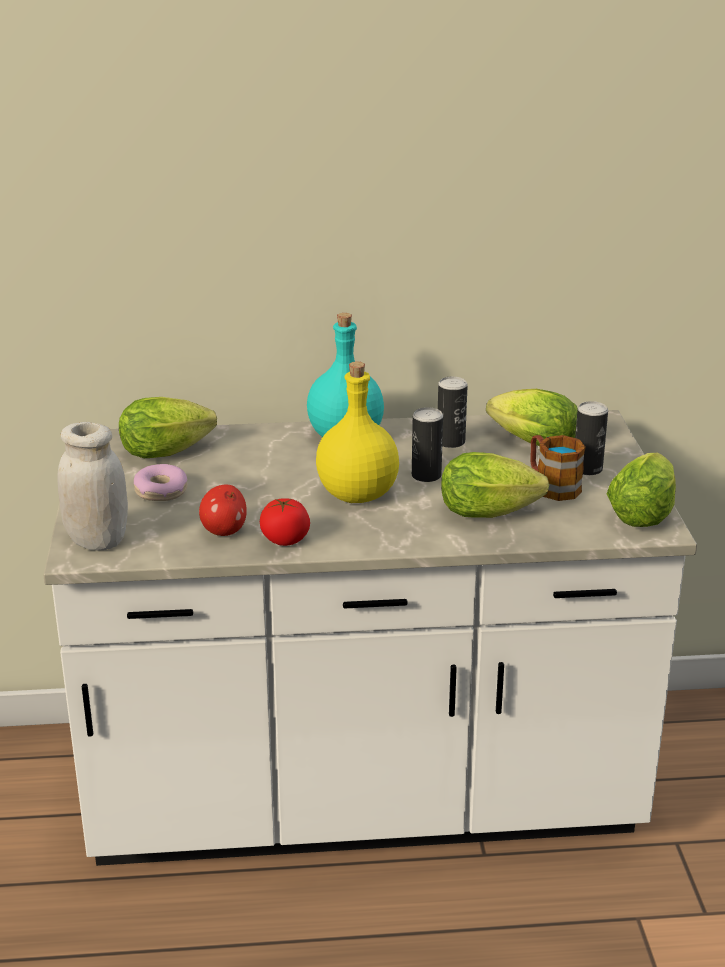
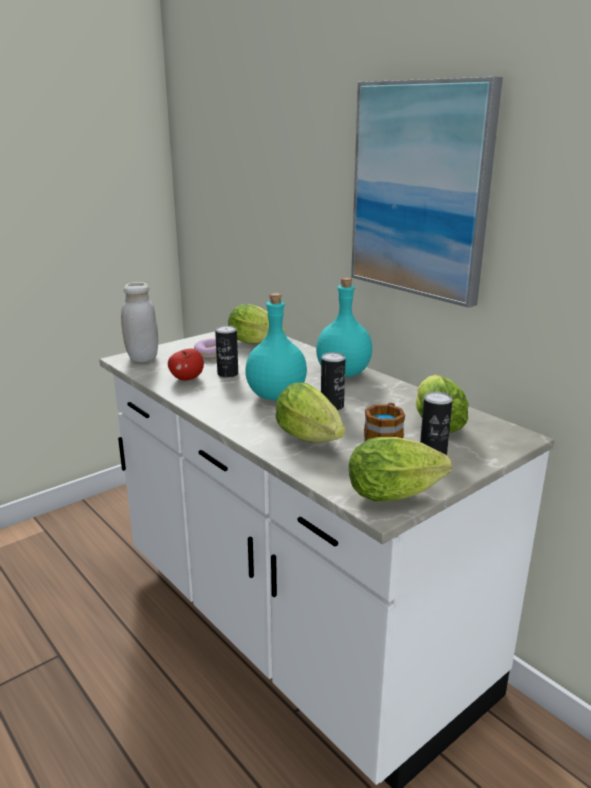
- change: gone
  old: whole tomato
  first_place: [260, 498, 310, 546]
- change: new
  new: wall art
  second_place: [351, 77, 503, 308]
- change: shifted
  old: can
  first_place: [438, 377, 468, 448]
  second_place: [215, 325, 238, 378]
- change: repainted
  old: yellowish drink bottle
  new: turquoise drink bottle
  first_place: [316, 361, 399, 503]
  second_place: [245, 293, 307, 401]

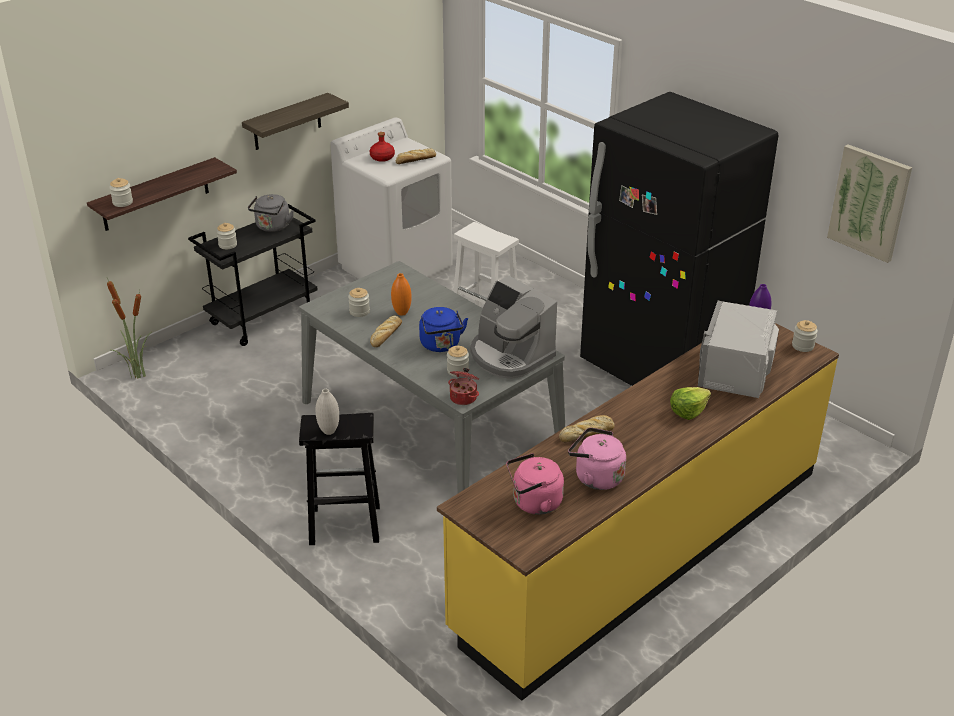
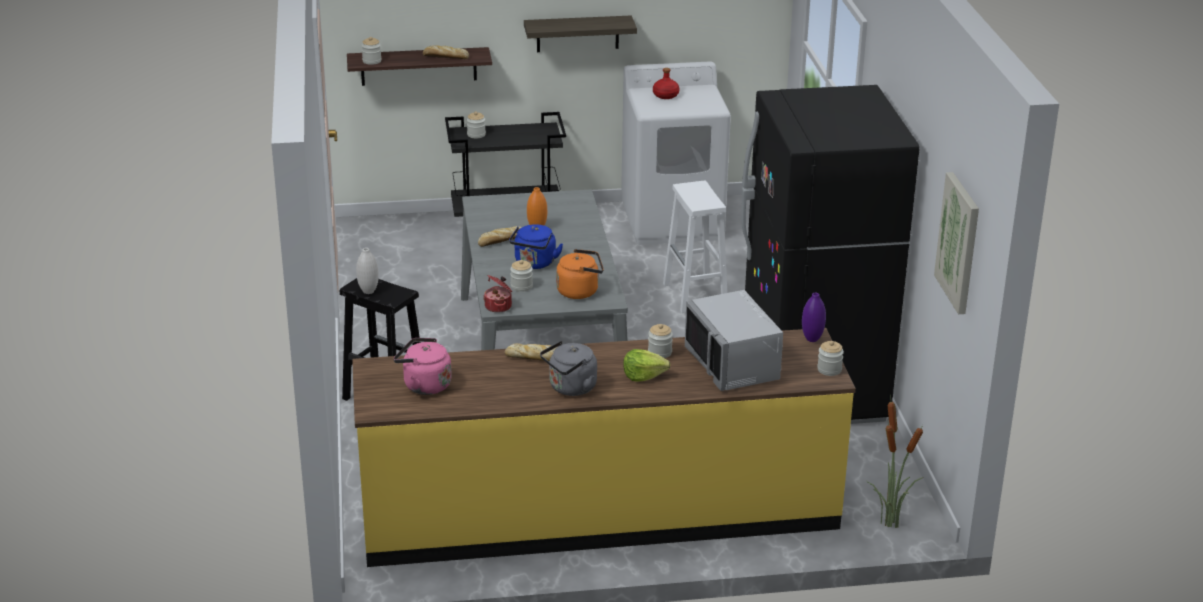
- change: gone
  old: pink water kettle
  first_place: [568, 428, 626, 490]
- change: shifted
  old: potted plant
  first_place: [107, 278, 152, 379]
  second_place: [866, 395, 924, 528]
- change: shifted
  old: gray water kettle
  first_place: [248, 194, 294, 232]
  second_place: [540, 341, 597, 396]
- change: shifted
  old: storage jar
  first_place: [348, 288, 370, 317]
  second_place: [648, 324, 673, 358]
- change: shifted
  old: baked bread
  first_place: [396, 148, 436, 164]
  second_place: [423, 45, 469, 59]
- change: swapped
  old: coffee brewer
  new: orangey water kettle
  first_place: [470, 276, 557, 379]
  second_place: [556, 249, 604, 299]
- change: rotated
  old: gray kitchen microwave
  first_place: [698, 301, 779, 398]
  second_place: [685, 290, 783, 391]
  degrees: -75

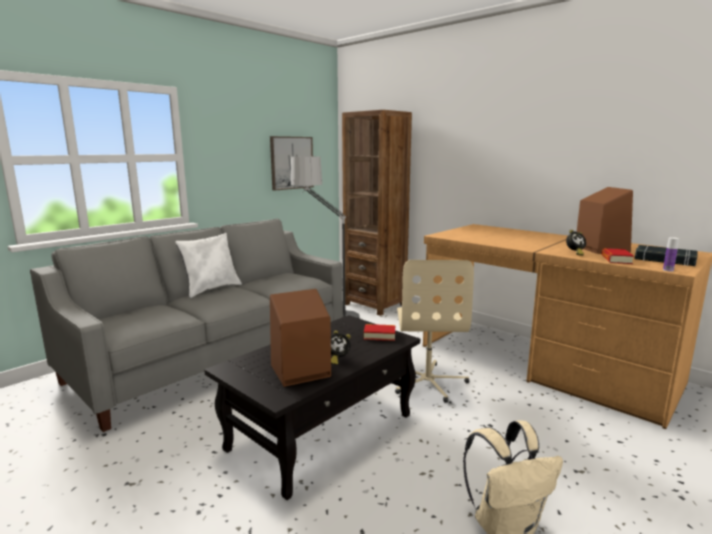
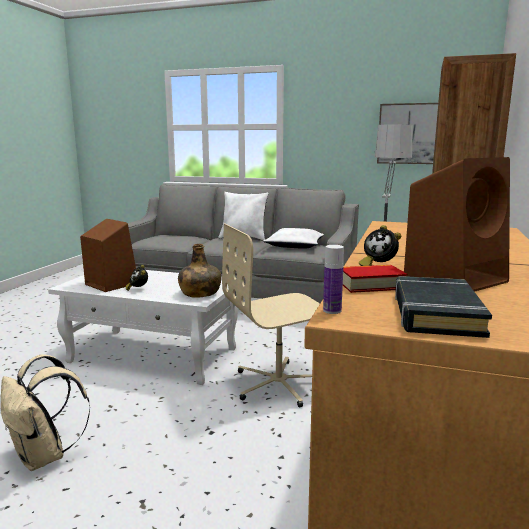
- change: new
  new: whitish pillow
  second_place: [263, 228, 324, 249]
- change: swapped
  old: bound book
  new: greenish drink bottle
  first_place: [364, 324, 395, 341]
  second_place: [178, 244, 222, 298]
- change: repainted
  old: black lounge table
  new: whitish lounge table
  first_place: [204, 315, 420, 500]
  second_place: [48, 270, 238, 385]

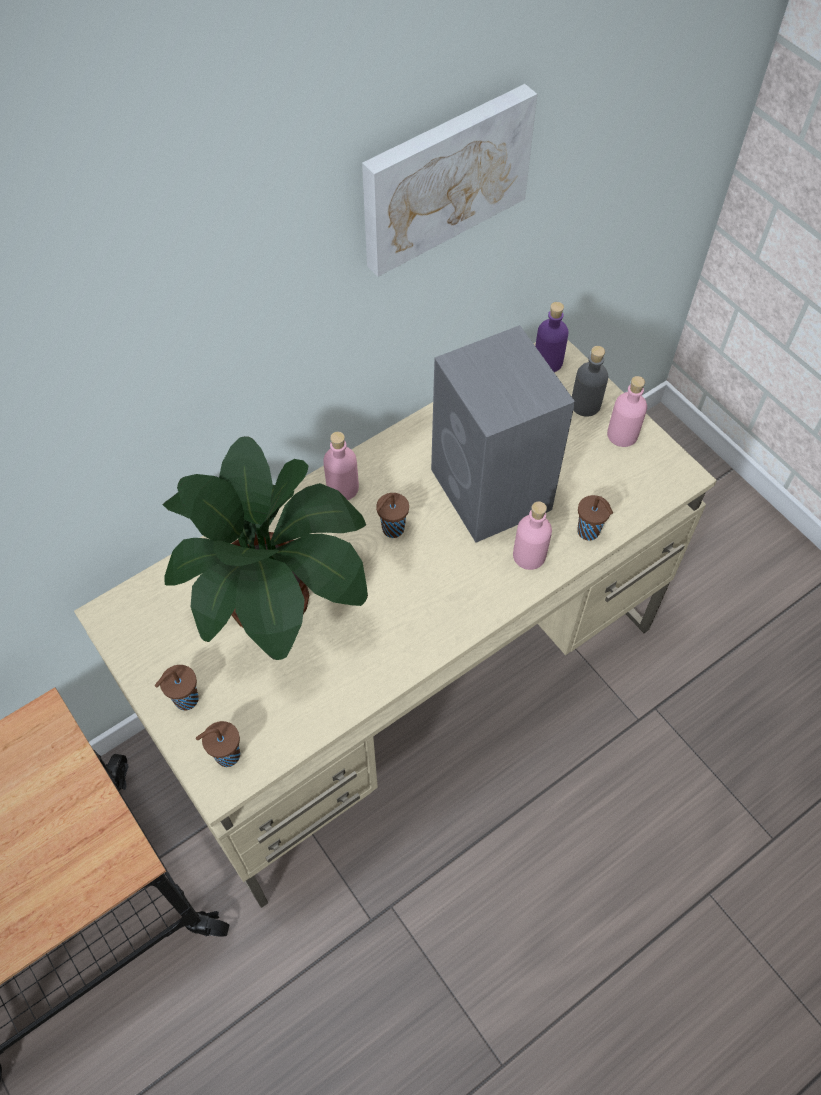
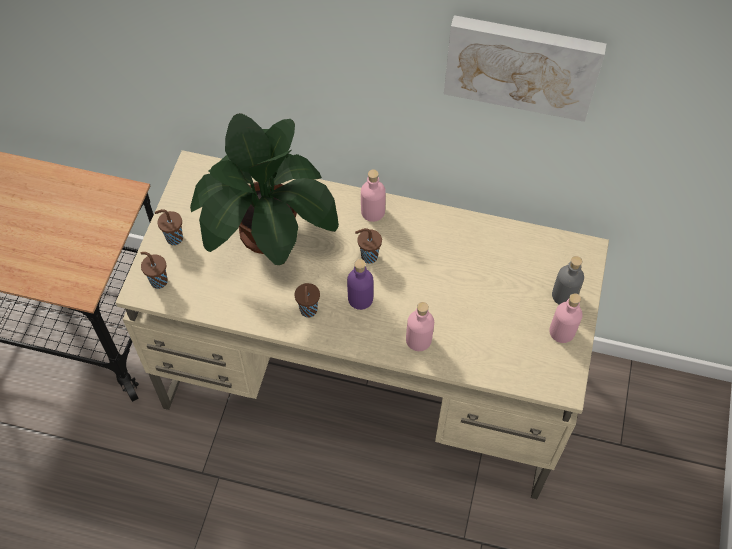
- change: gone
  old: gray loudspeaker
  first_place: [431, 325, 575, 543]
- change: shifted
  old: purplish drink bottle
  first_place: [535, 302, 569, 372]
  second_place: [347, 259, 373, 310]
- change: shifted
  old: brownish drinking cup
  first_place: [577, 495, 613, 541]
  second_place: [295, 283, 320, 317]

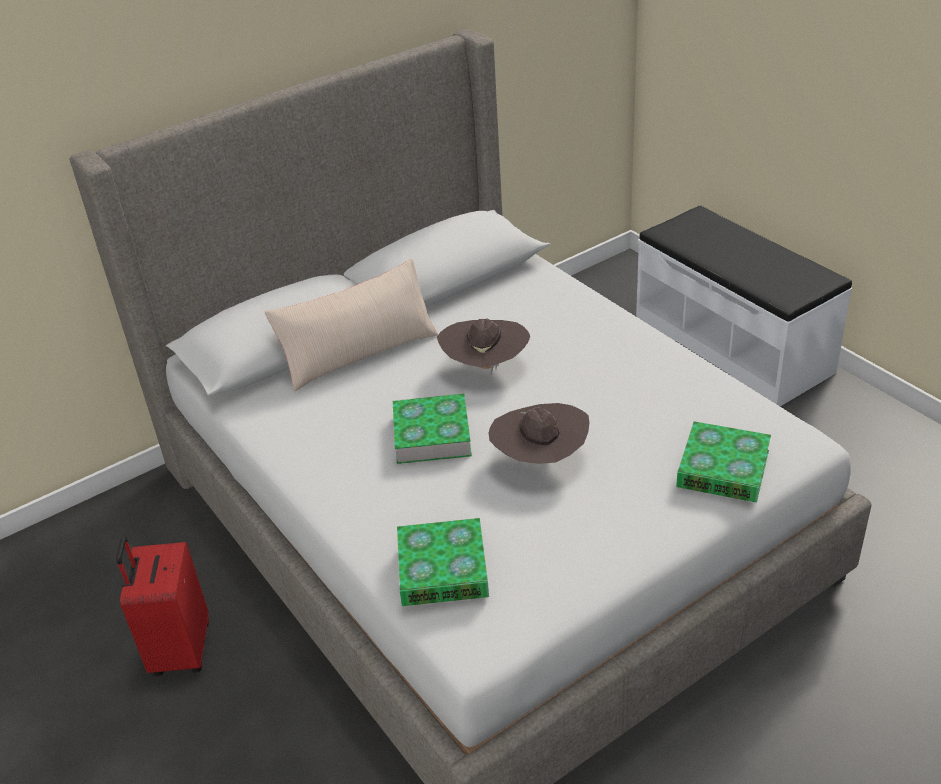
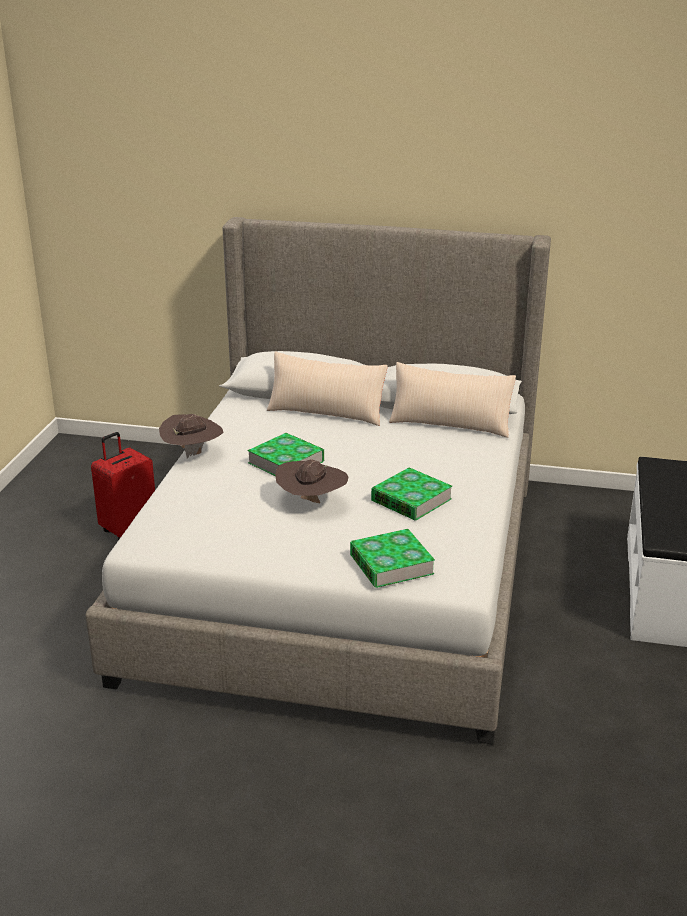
- change: new
  new: beige-coloured pillow
  second_place: [389, 362, 516, 438]
- change: shifted
  old: bound book
  first_place: [397, 518, 489, 606]
  second_place: [371, 467, 452, 521]
- change: shifted
  old: brownish clothing hat
  first_place: [437, 319, 530, 375]
  second_place: [159, 414, 223, 458]

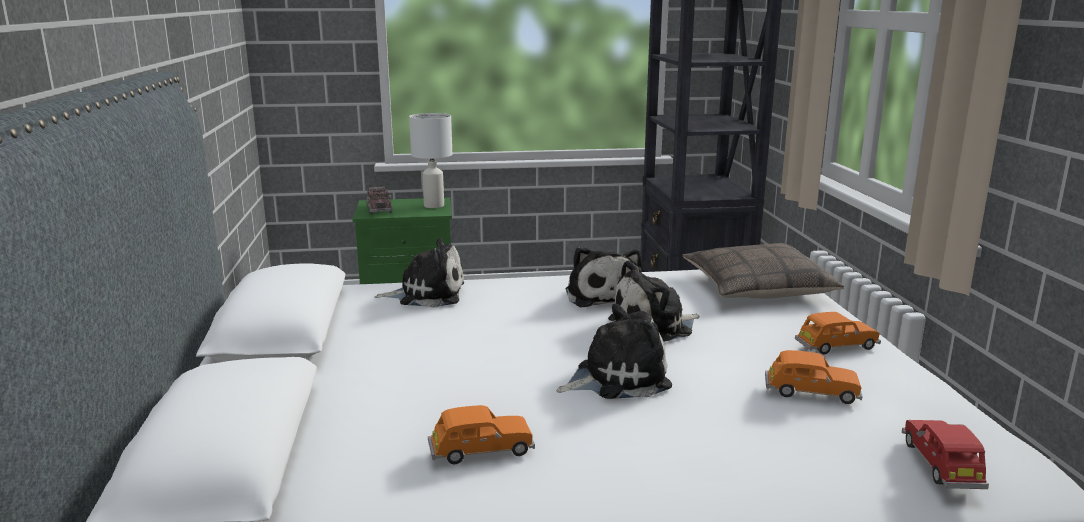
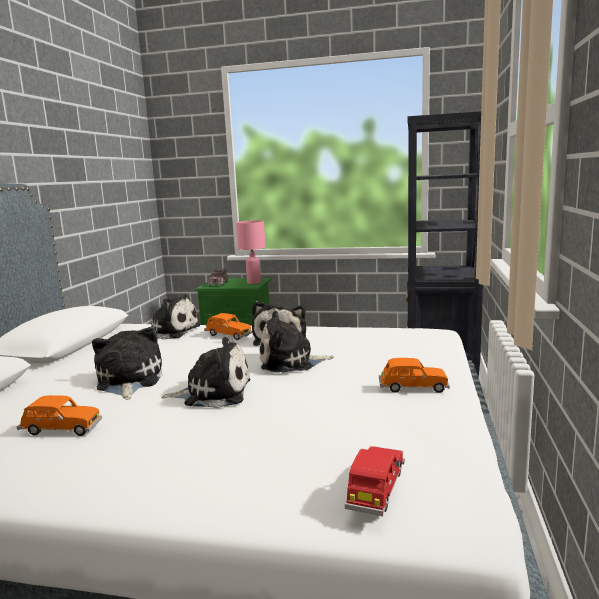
- change: gone
  old: pillow
  first_place: [683, 243, 844, 298]
- change: new
  new: soft toy
  second_place: [92, 327, 162, 400]
- change: shifted
  old: orangey miniature car
  first_place: [765, 350, 863, 404]
  second_place: [204, 313, 252, 340]
- change: repainted
  old: whitish table lamp
  new: pink table lamp
  first_place: [409, 113, 452, 208]
  second_place: [236, 220, 266, 284]

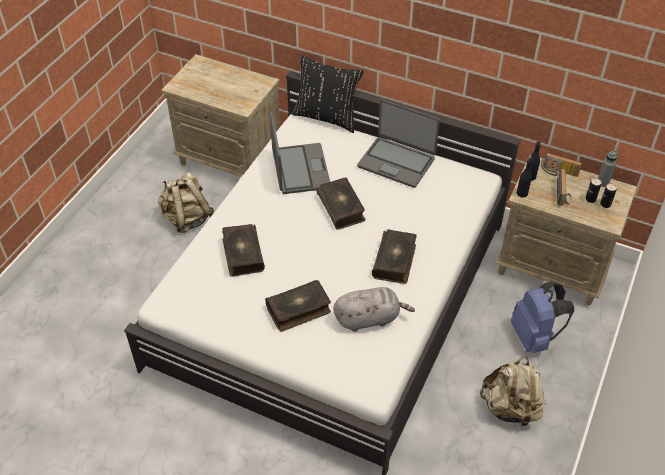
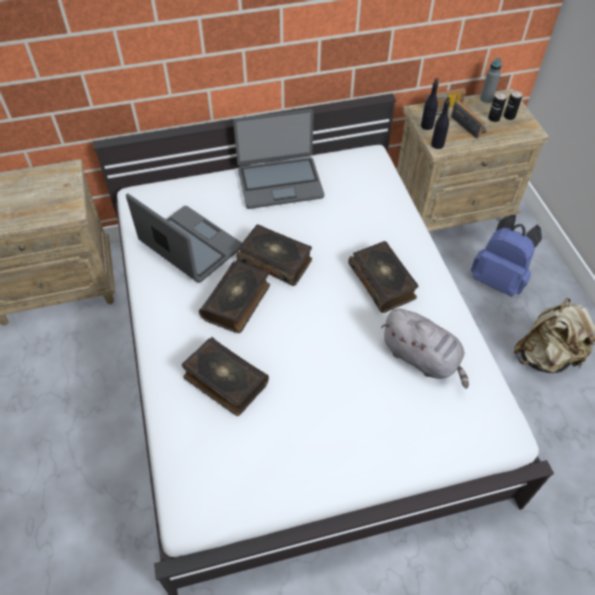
- change: gone
  old: beige-coloured rucksack
  first_place: [158, 172, 214, 233]
- change: gone
  old: black pillow
  first_place: [292, 55, 364, 133]
- change: shifted
  old: bound book
  first_place: [265, 280, 331, 332]
  second_place: [199, 260, 270, 333]
- change: rotated
  old: gray soft toy
  first_place: [333, 287, 415, 332]
  second_place: [381, 309, 469, 389]
  degrees: 90

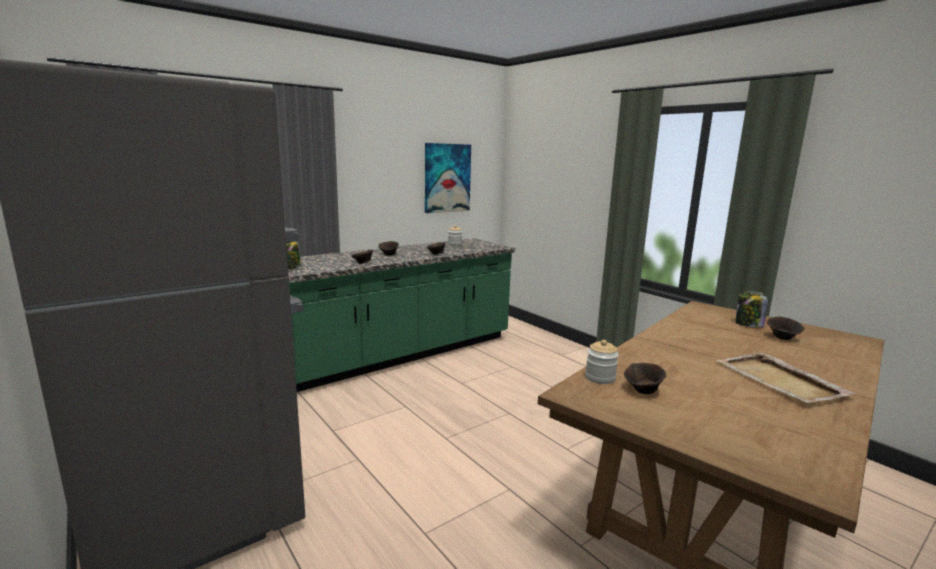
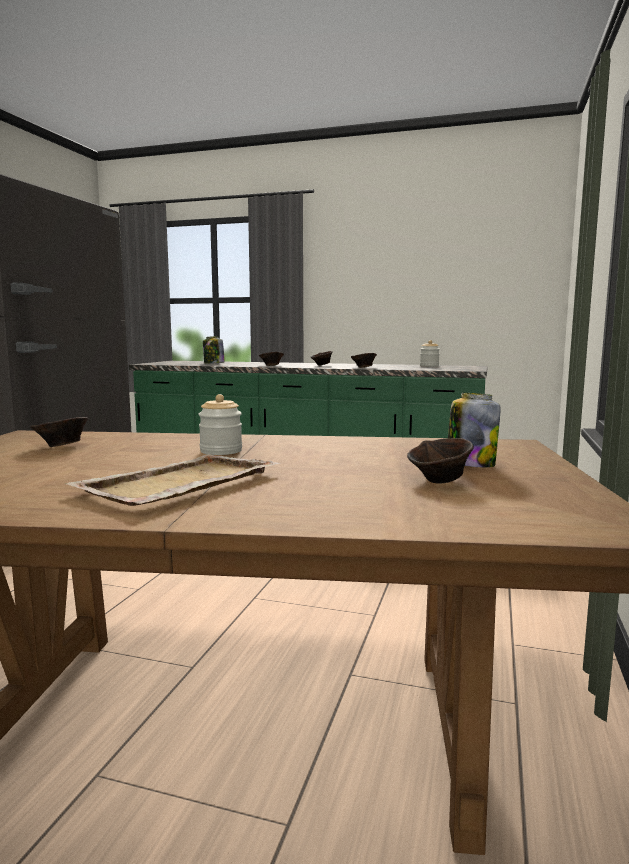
- change: gone
  old: wall art
  first_place: [425, 143, 471, 213]
- change: shifted
  old: storage jar
  first_place: [585, 340, 619, 384]
  second_place: [198, 394, 242, 455]

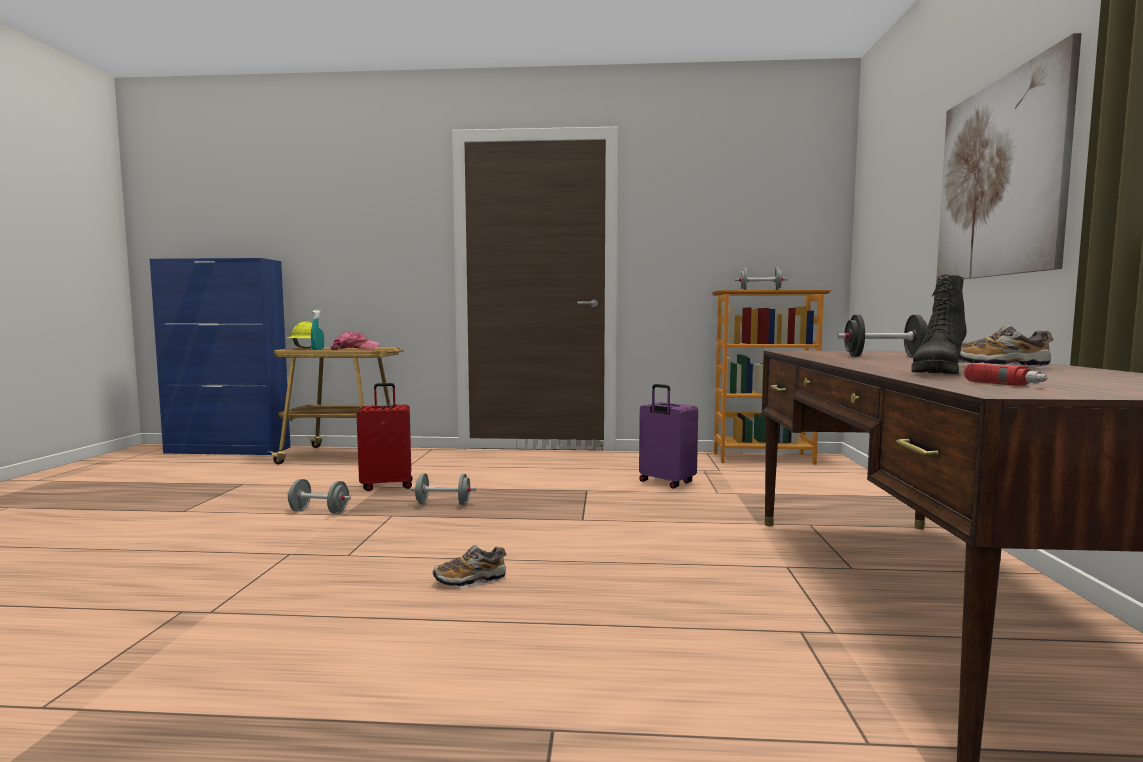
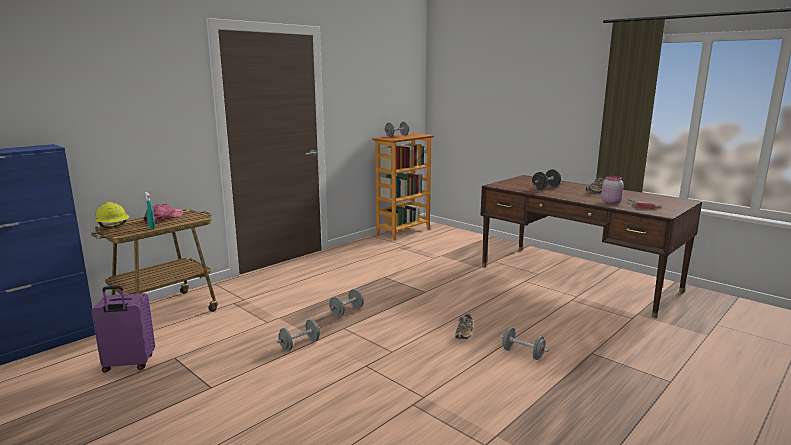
- change: gone
  old: red-coloured suitcase
  first_place: [357, 383, 413, 491]
- change: gone
  old: wall art
  first_place: [936, 33, 1082, 282]
- change: new
  new: gray free weight
  second_place: [500, 327, 549, 360]
- change: shifted
  old: purplish suitcase
  first_place: [639, 384, 698, 488]
  second_place: [91, 286, 155, 373]
- change: swapped
  old: black tall boot
  new: pink storage jar
  first_place: [911, 274, 967, 374]
  second_place: [601, 176, 624, 204]

